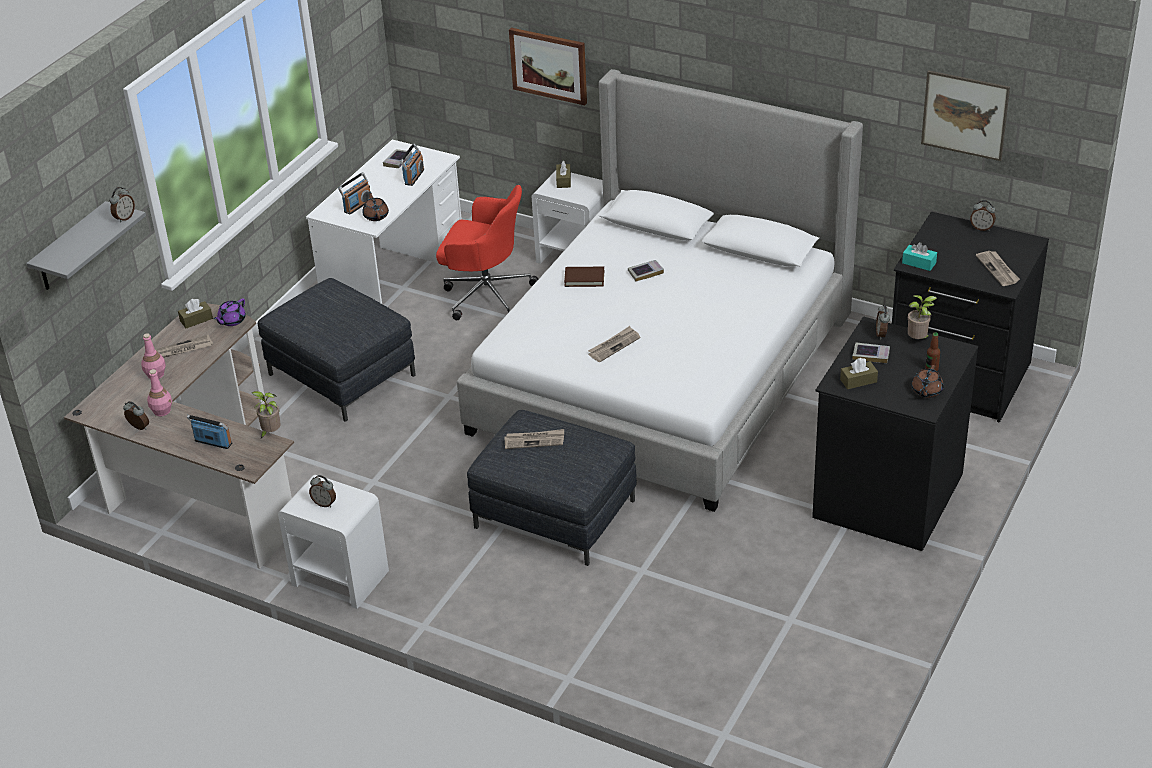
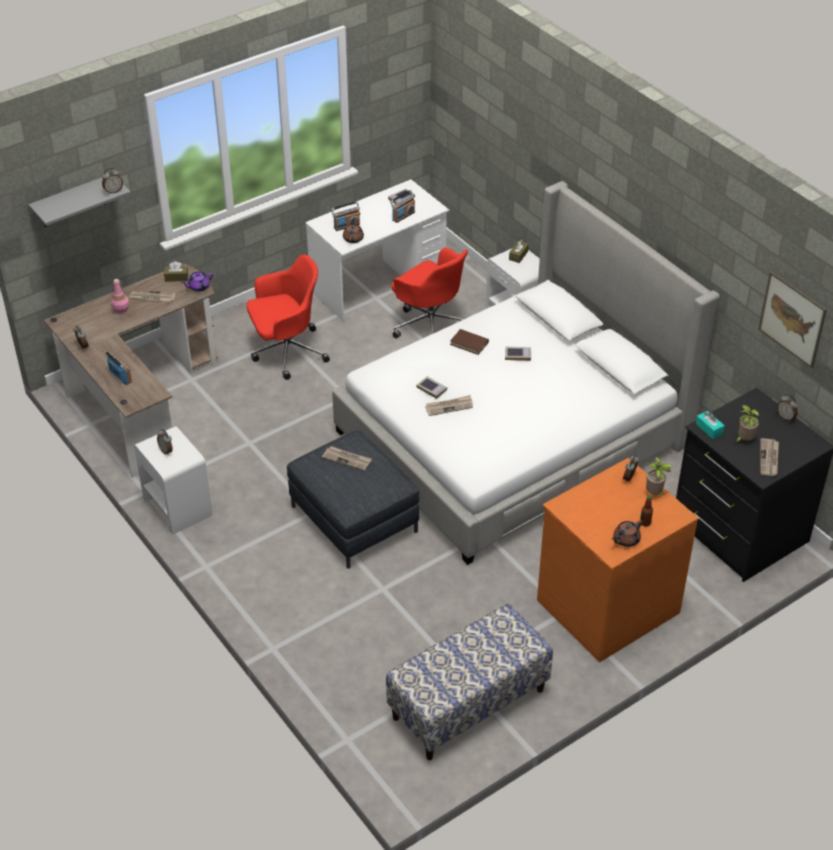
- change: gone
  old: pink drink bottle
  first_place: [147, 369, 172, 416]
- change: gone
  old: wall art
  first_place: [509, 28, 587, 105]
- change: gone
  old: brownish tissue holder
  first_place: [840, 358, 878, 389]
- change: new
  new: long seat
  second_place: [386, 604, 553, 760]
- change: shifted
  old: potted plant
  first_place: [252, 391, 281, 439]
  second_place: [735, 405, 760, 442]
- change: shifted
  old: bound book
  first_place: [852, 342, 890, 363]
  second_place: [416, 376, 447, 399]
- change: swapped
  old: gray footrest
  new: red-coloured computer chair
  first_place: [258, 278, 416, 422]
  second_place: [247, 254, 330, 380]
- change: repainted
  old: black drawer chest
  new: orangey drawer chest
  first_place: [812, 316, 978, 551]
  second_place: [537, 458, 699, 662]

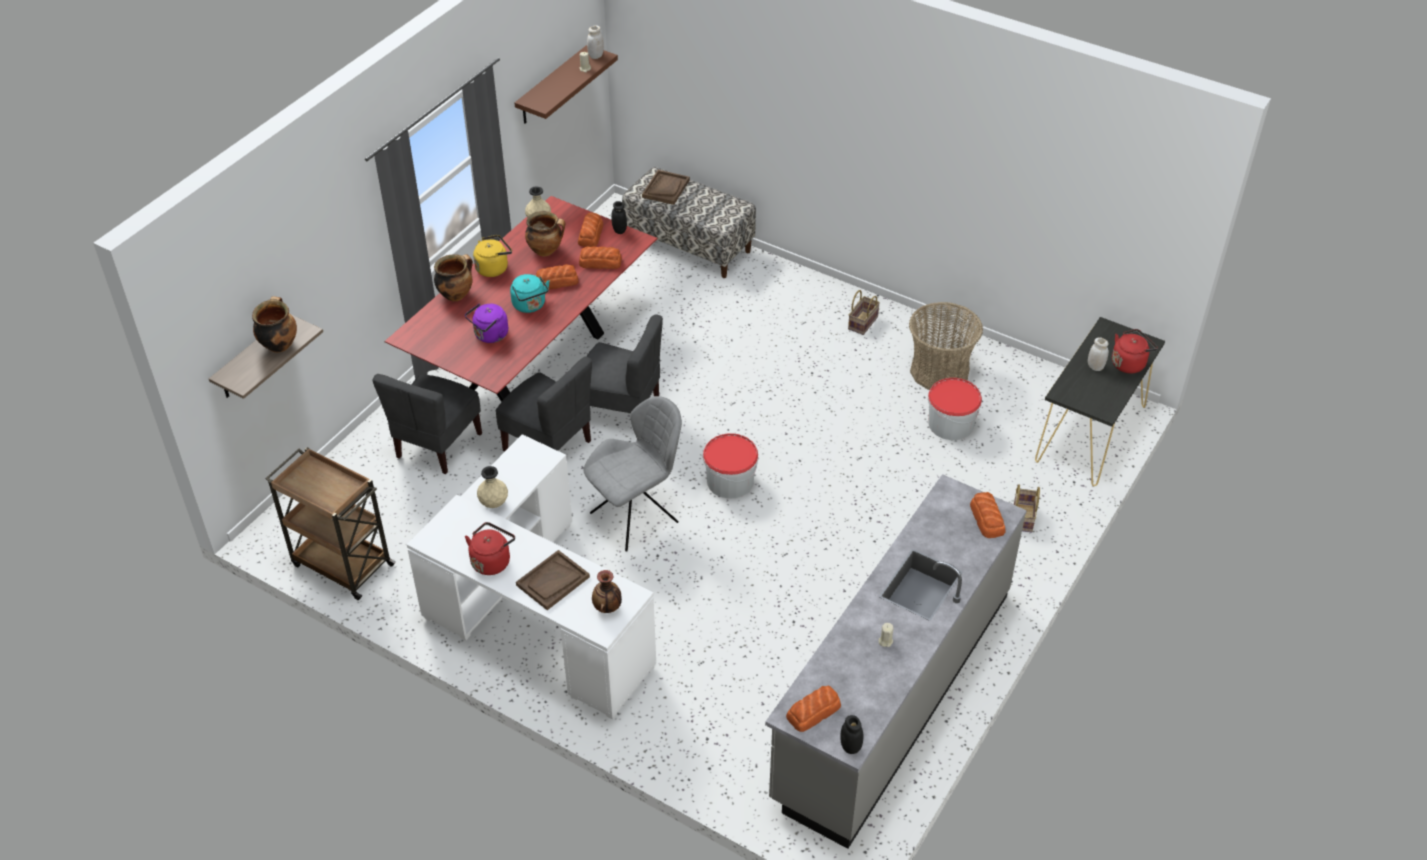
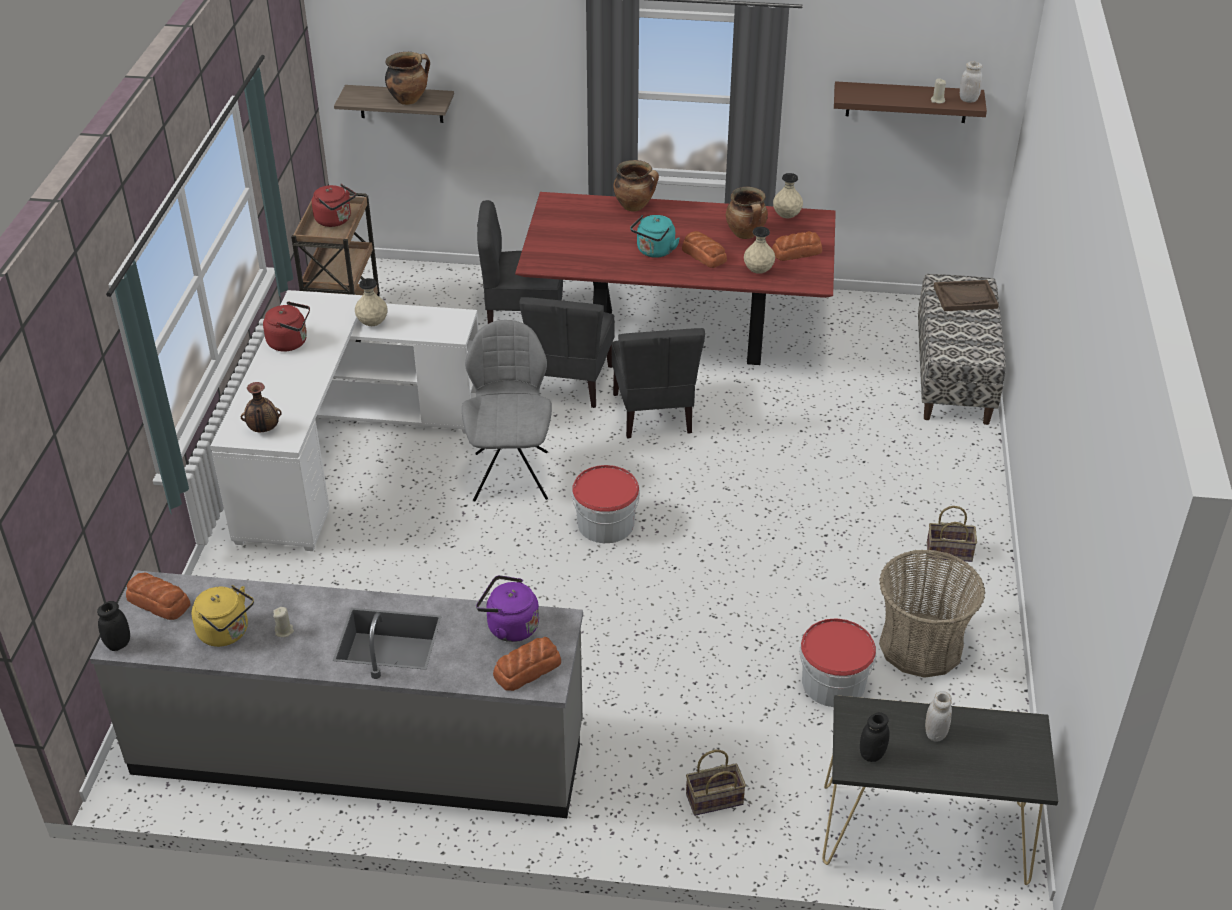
- change: gone
  old: brownish carrying tray
  first_place: [516, 550, 590, 610]
- change: shifted
  old: purplish water kettle
  first_place: [465, 303, 508, 343]
  second_place: [476, 575, 539, 642]
- change: shifted
  old: yellowish water kettle
  first_place: [473, 235, 512, 277]
  second_place: [191, 585, 254, 647]
- change: shifted
  old: black storage jar
  first_place: [611, 201, 627, 234]
  second_place: [860, 712, 889, 762]
- change: shifted
  old: red-coloured water kettle
  first_place: [1112, 329, 1158, 373]
  second_place: [312, 184, 356, 227]
- change: swapped
  old: baked bread
  new: beige-coloured decorative vase
  first_place: [579, 247, 622, 269]
  second_place: [744, 227, 775, 274]
- change: rotated
  old: gray upright chair
  first_place: [584, 396, 682, 551]
  second_place: [462, 320, 552, 501]
  degrees: -120

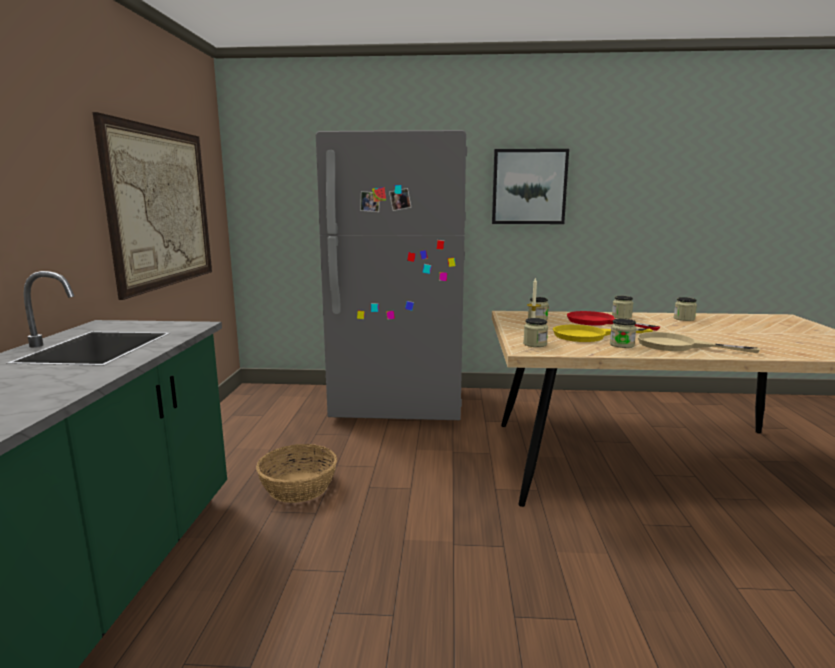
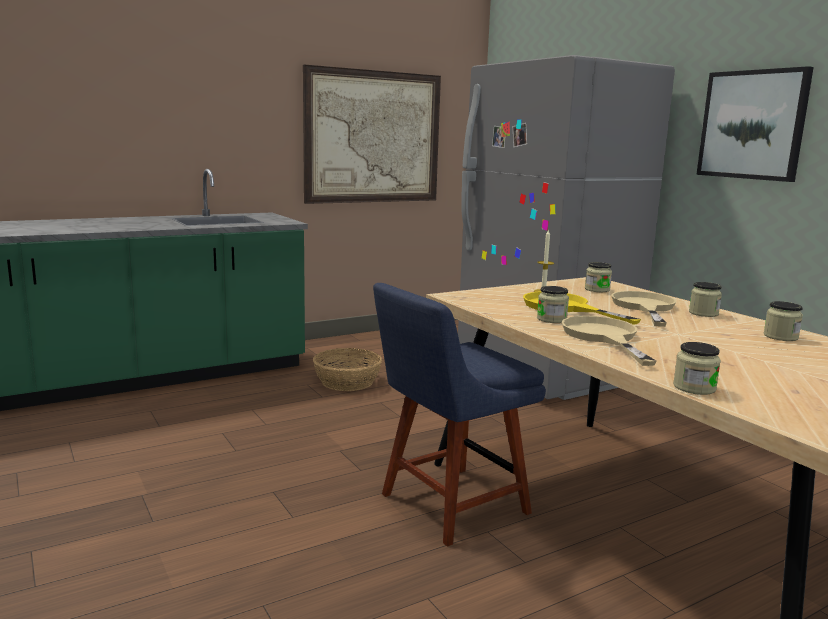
- change: new
  new: bluish upright chair
  second_place: [373, 283, 546, 547]
- change: shifted
  old: storage jar
  first_place: [523, 318, 548, 347]
  second_place: [673, 342, 721, 395]
- change: repainted
  old: red-coloured frying pan
  new: beige-coloured frying pan
  first_place: [567, 311, 661, 331]
  second_place: [611, 291, 676, 327]

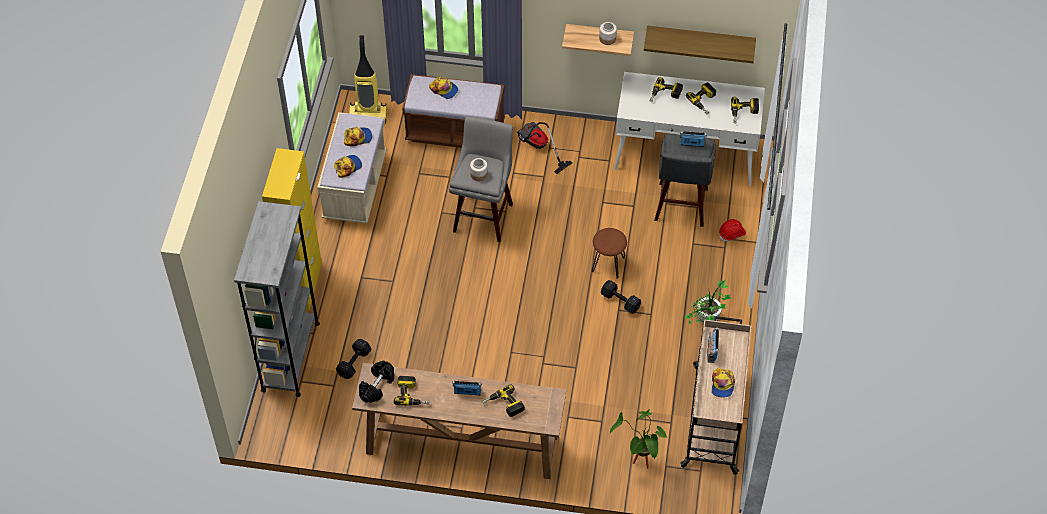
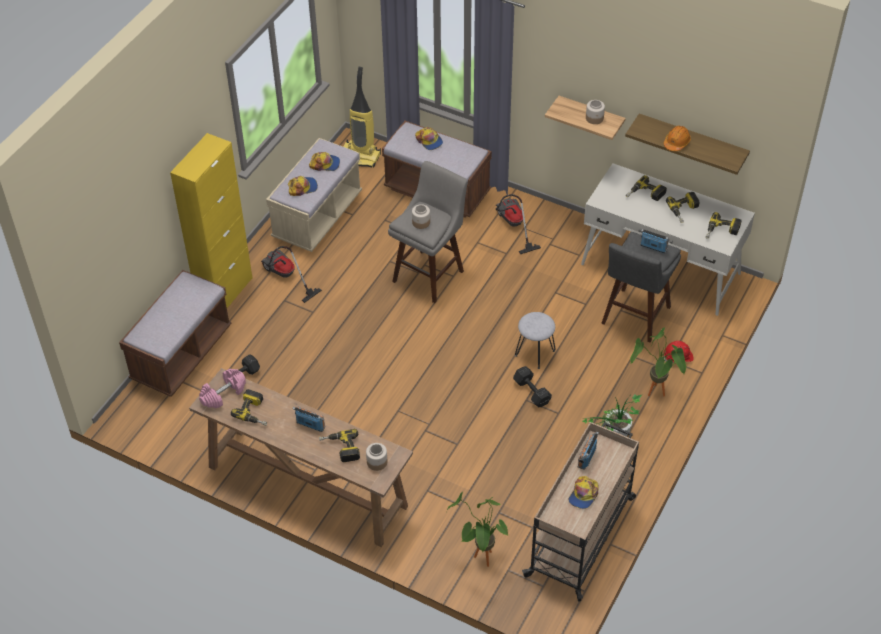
- change: new
  new: vacuum
  second_place: [261, 246, 322, 303]
- change: new
  new: storage jar
  second_place: [366, 443, 387, 471]
- change: new
  new: potted plant
  second_place: [630, 327, 686, 396]
- change: new
  new: orangey safety helmet
  second_place: [664, 126, 691, 151]
- change: swapped
  old: gray bookshelf
  new: brownish long seat
  first_place: [234, 201, 320, 397]
  second_place: [119, 270, 232, 397]
- change: repainted
  old: black free weight
  new: pink free weight
  first_place: [359, 361, 394, 403]
  second_place: [199, 369, 246, 408]
- change: repainted
  old: brownish stool
  new: gray stool
  first_place: [592, 228, 627, 278]
  second_place: [515, 312, 556, 369]

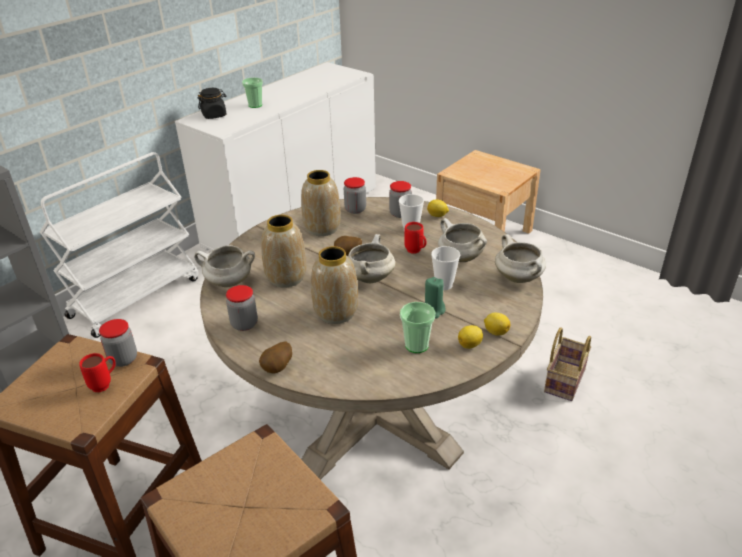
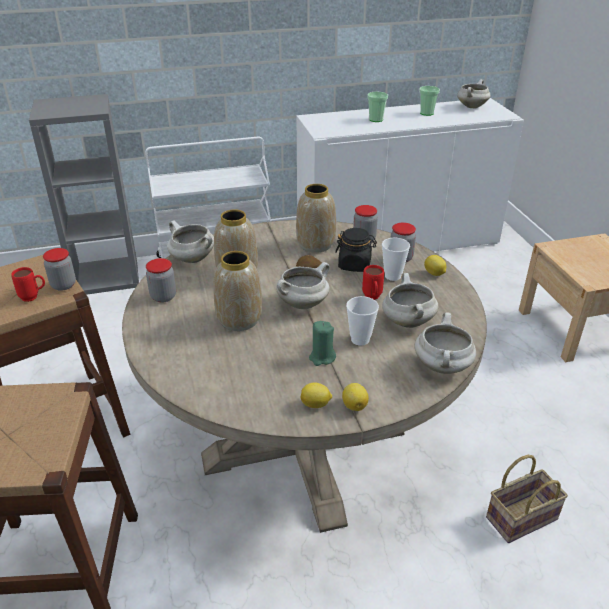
- change: gone
  old: whole potato
  first_place: [259, 341, 292, 374]
- change: new
  new: whitish saucepot
  second_place: [457, 79, 490, 108]
- change: shifted
  old: black storage jar
  first_place: [198, 88, 226, 119]
  second_place: [335, 228, 377, 272]
- change: shifted
  old: drinking cup
  first_place: [400, 302, 435, 353]
  second_place: [419, 86, 440, 116]

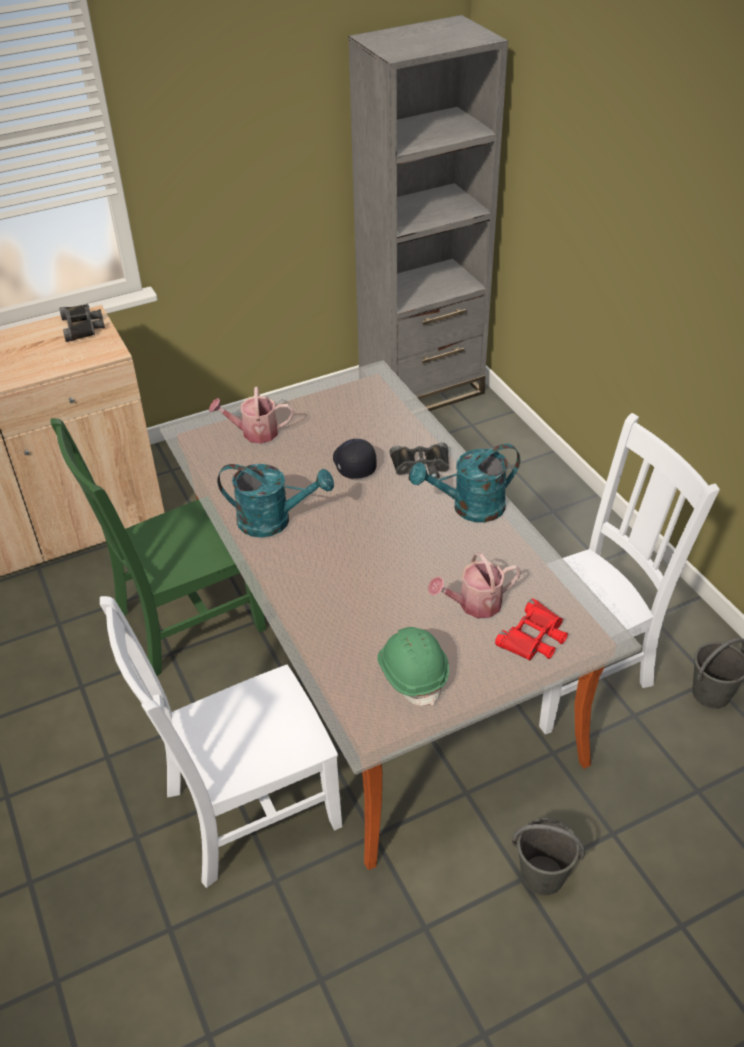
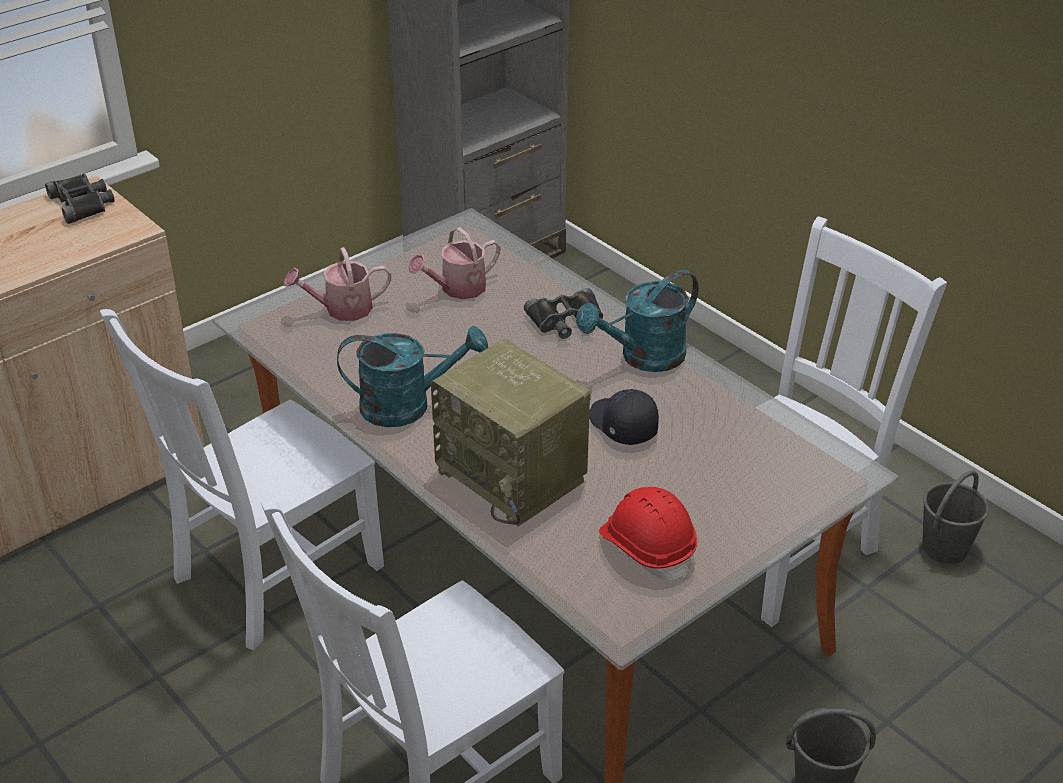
- change: gone
  old: red-coloured pair of binoculars
  first_place: [495, 598, 568, 661]
- change: new
  new: radio
  second_place: [431, 339, 591, 527]
- change: shifted
  old: black peaked cap
  first_place: [333, 439, 377, 479]
  second_place: [589, 389, 659, 445]
- change: shifted
  old: watering can
  first_place: [428, 553, 521, 618]
  second_place: [408, 227, 501, 299]
- change: repainted
  old: greenish upright chair
  new: whitish upright chair
  first_place: [50, 418, 266, 676]
  second_place: [100, 309, 384, 650]
- change: repainted
  old: greenish safety helmet
  new: red-coloured safety helmet
  first_place: [377, 627, 449, 706]
  second_place: [599, 487, 697, 580]

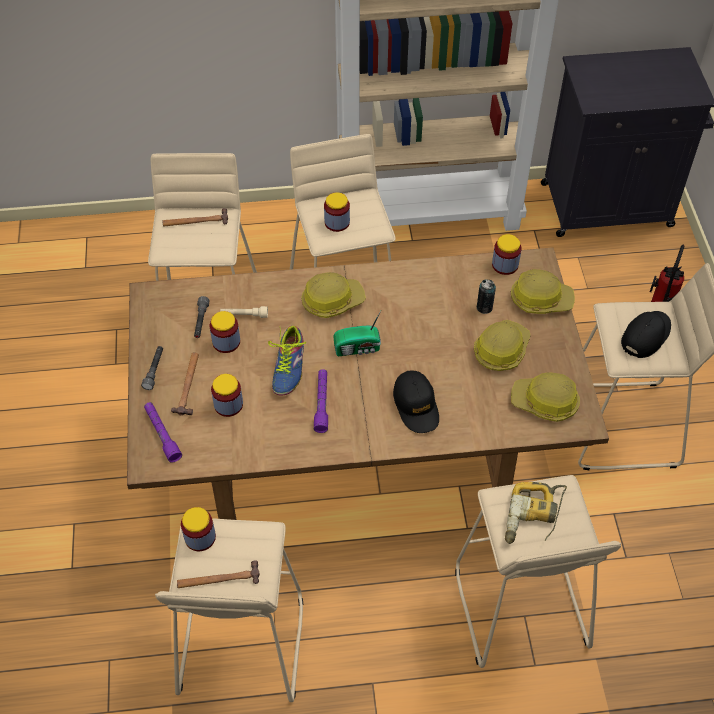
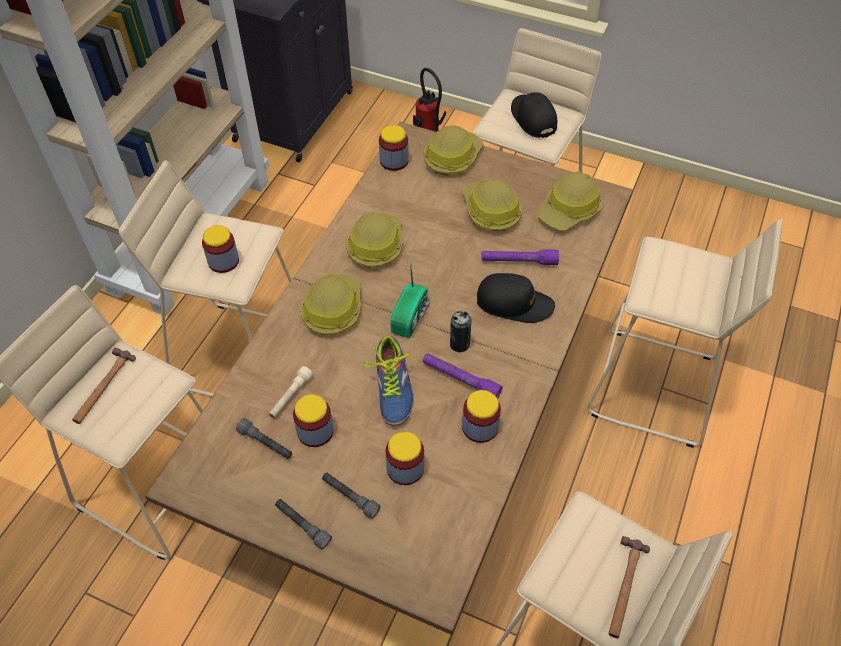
- change: gone
  old: electric drill
  first_place: [505, 482, 567, 544]
- change: new
  new: safety helmet
  second_place: [346, 212, 403, 268]
- change: shifted
  old: purplish flashlight
  first_place: [144, 402, 182, 462]
  second_place: [481, 249, 559, 265]
- change: shifted
  old: storage jar
  first_place: [181, 507, 216, 551]
  second_place: [462, 390, 501, 443]
- change: shifted
  old: can
  first_place: [477, 279, 496, 314]
  second_place: [450, 311, 472, 352]
- change: swapped
  old: hammer
  new: gray flashlight
  first_place: [171, 353, 199, 415]
  second_place: [322, 473, 380, 519]
- change: rotated
  old: low shoe
  first_place: [268, 326, 306, 396]
  second_place: [364, 336, 414, 426]
  degrees: 45

